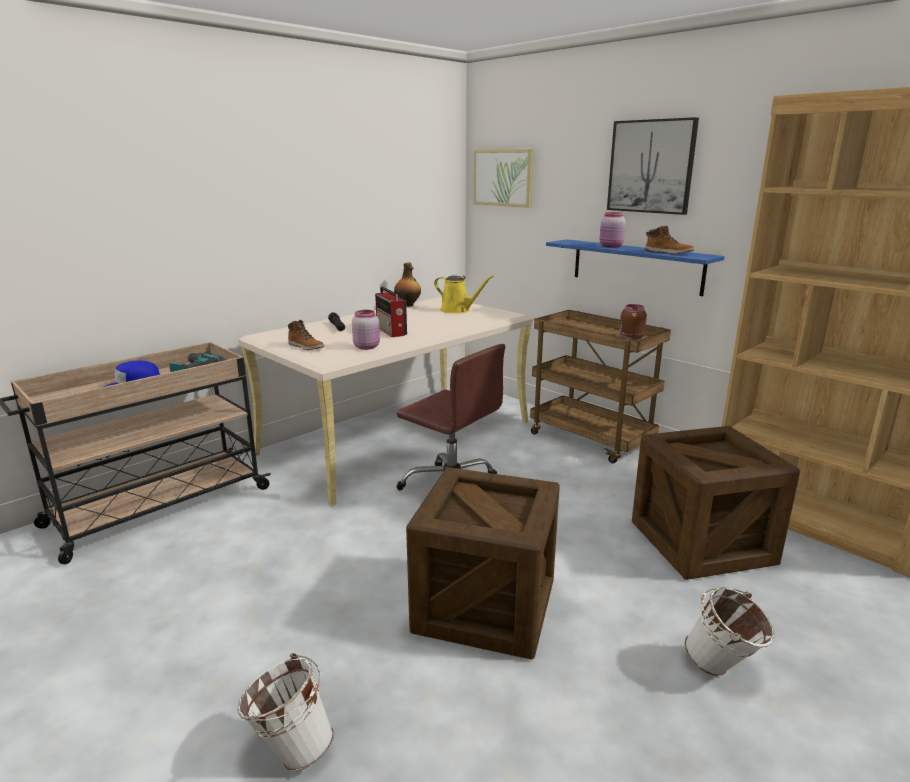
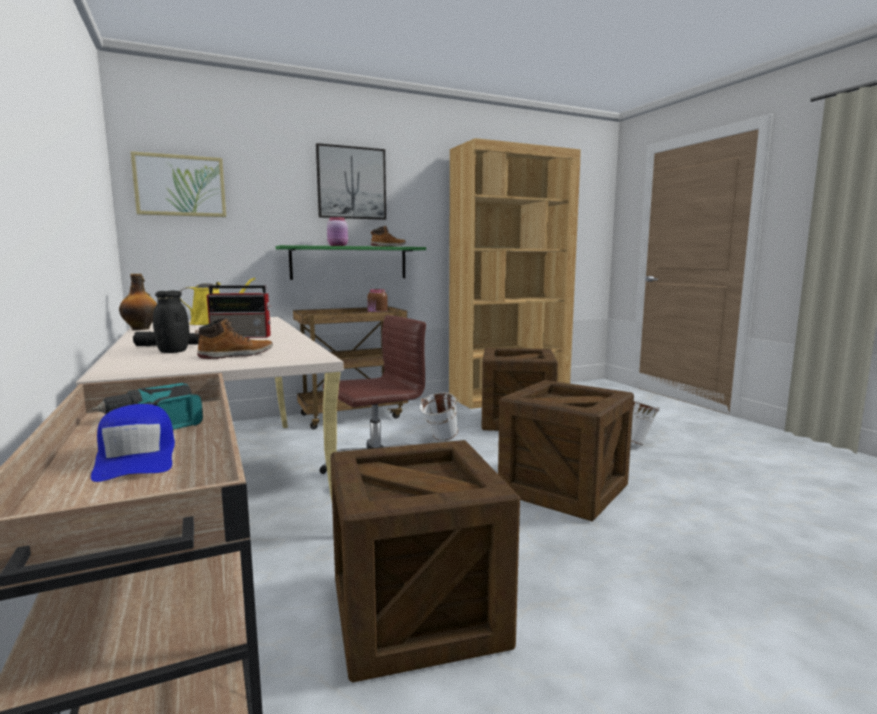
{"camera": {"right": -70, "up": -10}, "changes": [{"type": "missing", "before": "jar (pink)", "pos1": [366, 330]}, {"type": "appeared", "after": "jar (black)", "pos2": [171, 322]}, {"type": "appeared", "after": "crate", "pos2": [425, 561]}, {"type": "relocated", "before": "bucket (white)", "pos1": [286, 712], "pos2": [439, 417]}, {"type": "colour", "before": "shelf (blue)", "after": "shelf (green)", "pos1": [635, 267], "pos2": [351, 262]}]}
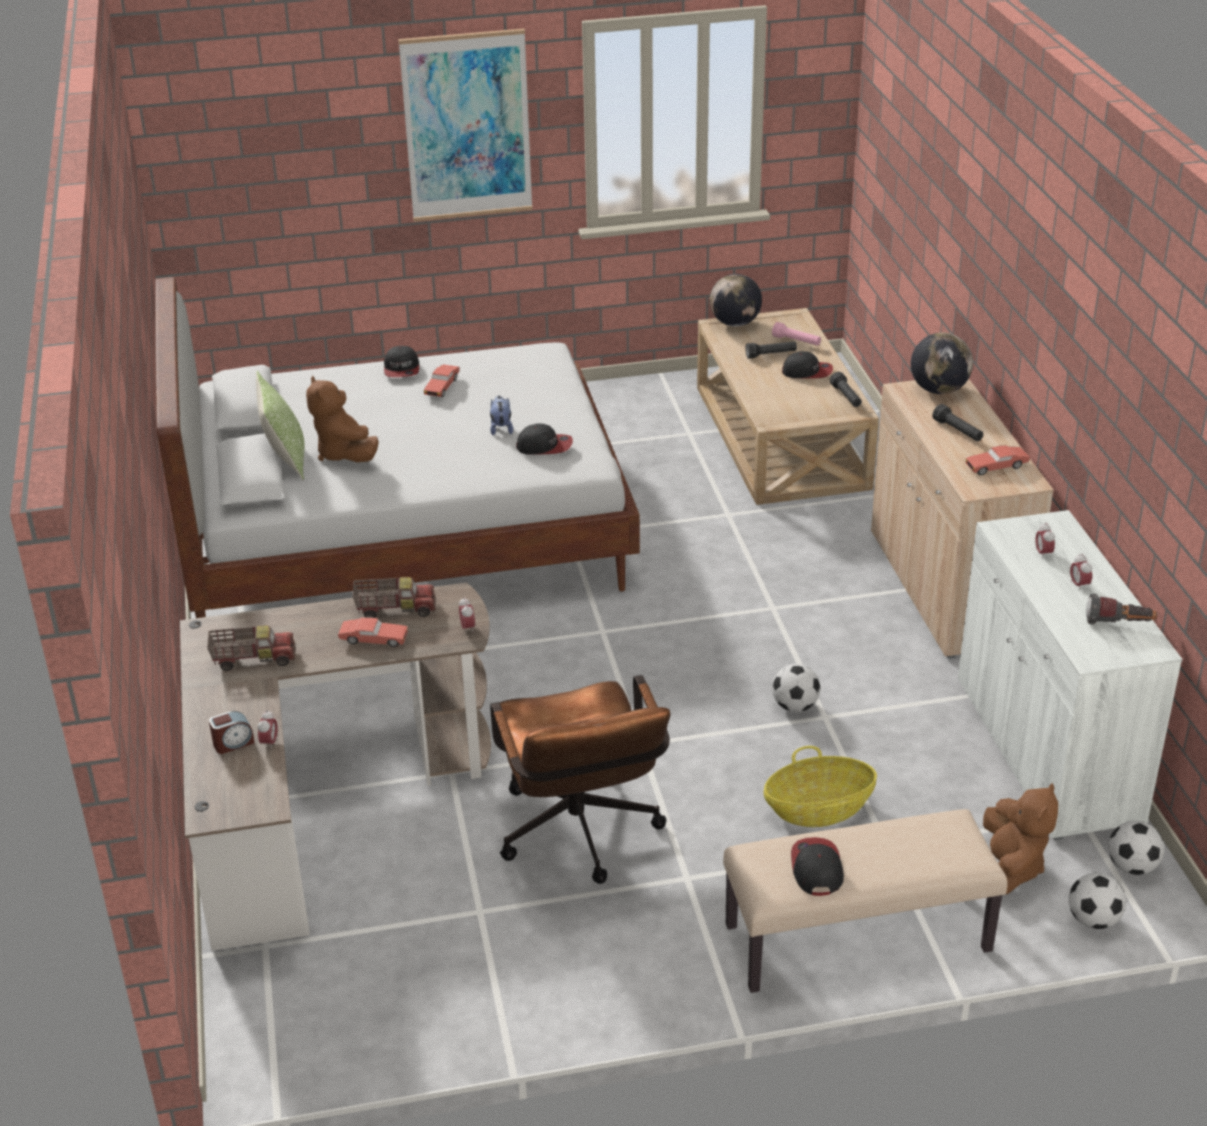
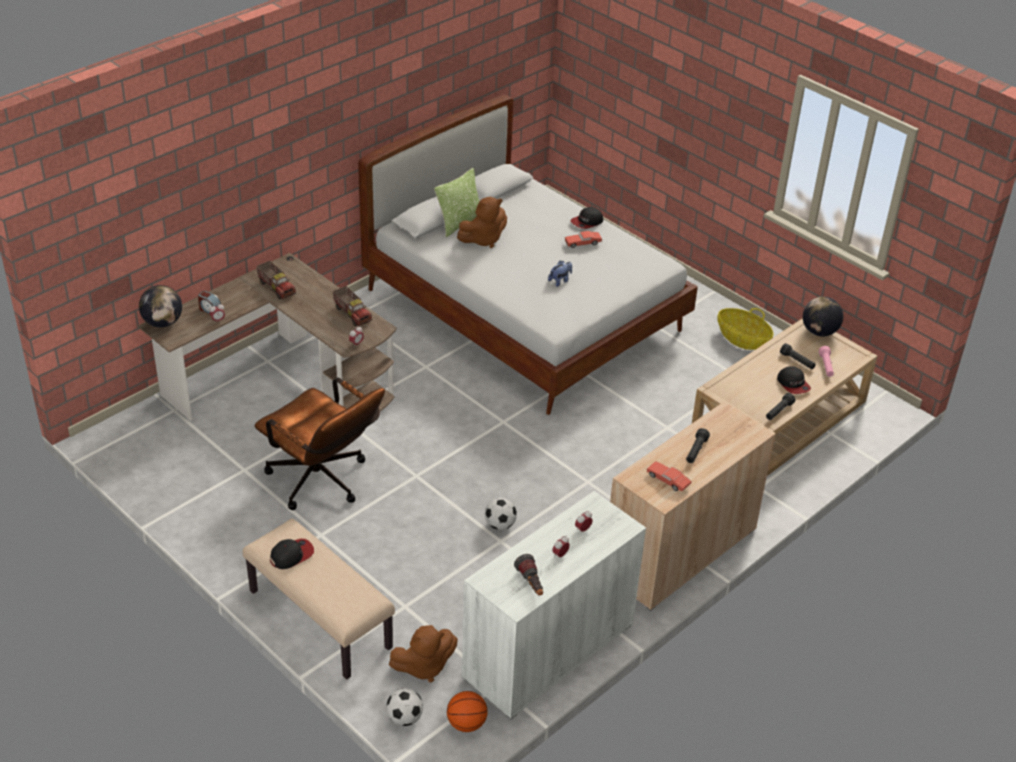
{"camera": {"right": 55, "up": 5}, "changes": [{"type": "missing", "before": "toy car (red)", "pos1": [373, 632]}, {"type": "missing", "before": "picture", "pos1": [465, 125]}, {"type": "missing", "before": "cap", "pos1": [544, 439]}, {"type": "relocated", "before": "basket", "pos1": [820, 786], "pos2": [745, 329]}, {"type": "relocated", "before": "globe", "pos1": [942, 363], "pos2": [160, 306]}, {"type": "exchanged", "before": "football", "after": "basketball", "pos1": [1136, 848], "pos2": [467, 711]}, {"type": "spun", "before": "plush toy (brown)", "pos1": [342, 419], "pos2": [482, 222], "turn": -150}, {"type": "spun", "before": "office chair (brown)", "pos1": [580, 779], "pos2": [320, 444], "turn": -90}]}
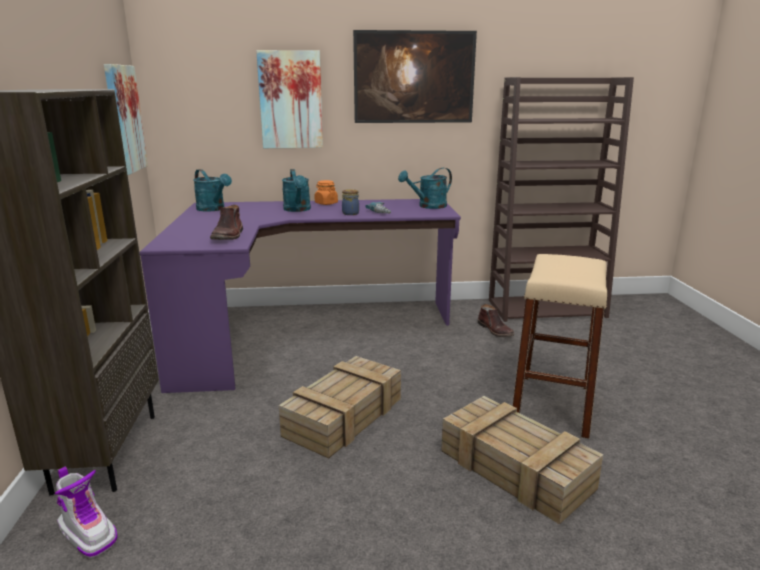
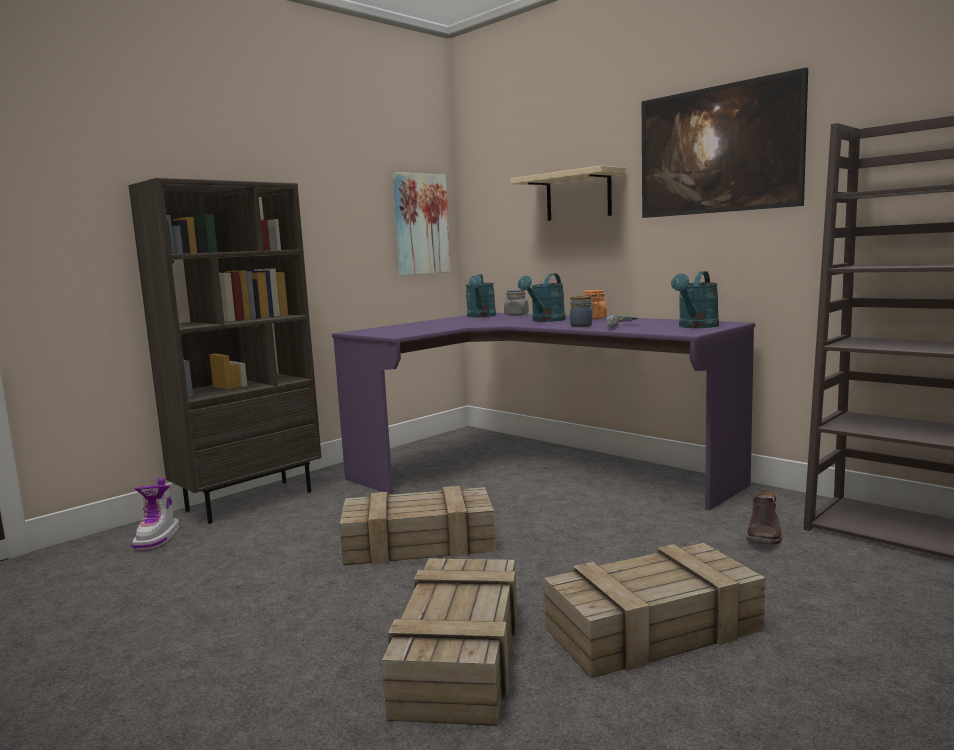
{"camera": {"right": 50, "up": -10}, "changes": [{"type": "missing", "before": "boot (brown)", "pos1": [226, 222]}, {"type": "appeared", "after": "jar (grey)", "pos2": [516, 302]}, {"type": "exchanged", "before": "picture", "after": "shelf (beige)", "pos1": [289, 99], "pos2": [568, 193]}, {"type": "exchanged", "before": "stool (beige)", "after": "crate", "pos1": [560, 346], "pos2": [654, 610]}, {"type": "spun", "before": "watering can (turquoise)", "pos1": [425, 188], "pos2": [695, 299], "turn": -75}]}
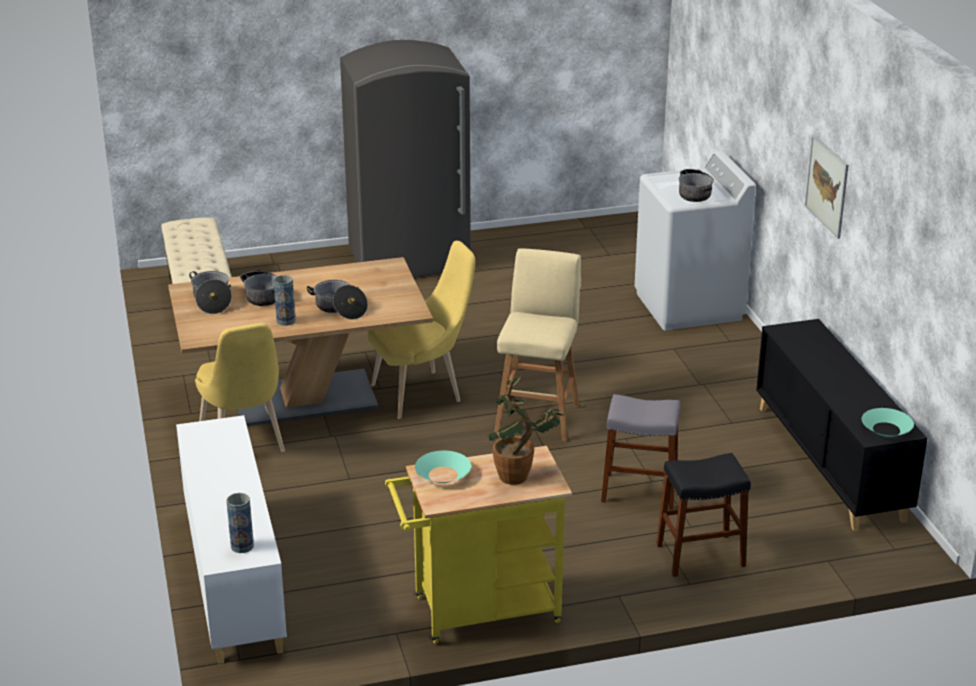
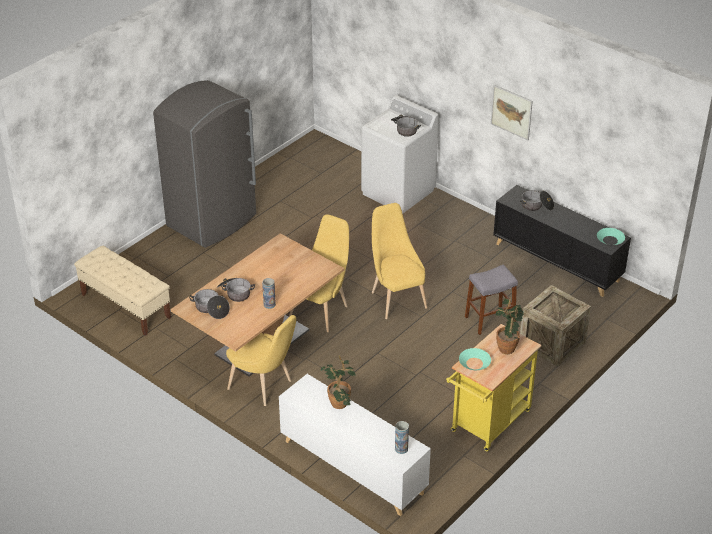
{"camera": {"right": -35, "up": 10}, "changes": [{"type": "appeared", "after": "potted plant", "pos2": [338, 382]}, {"type": "relocated", "before": "cooking pot", "pos1": [337, 300], "pos2": [537, 200]}, {"type": "exchanged", "before": "stool (beige)", "after": "chair (yellow)", "pos1": [537, 344], "pos2": [399, 261]}, {"type": "exchanged", "before": "stool (black)", "after": "crate", "pos1": [703, 515], "pos2": [555, 326]}]}
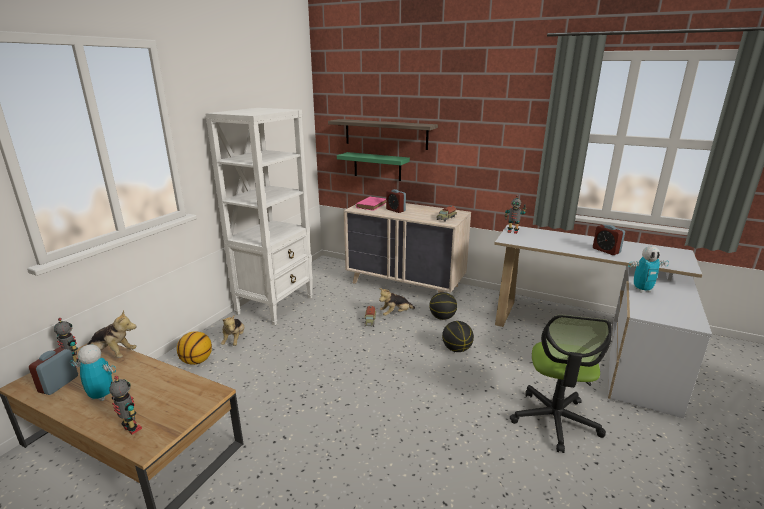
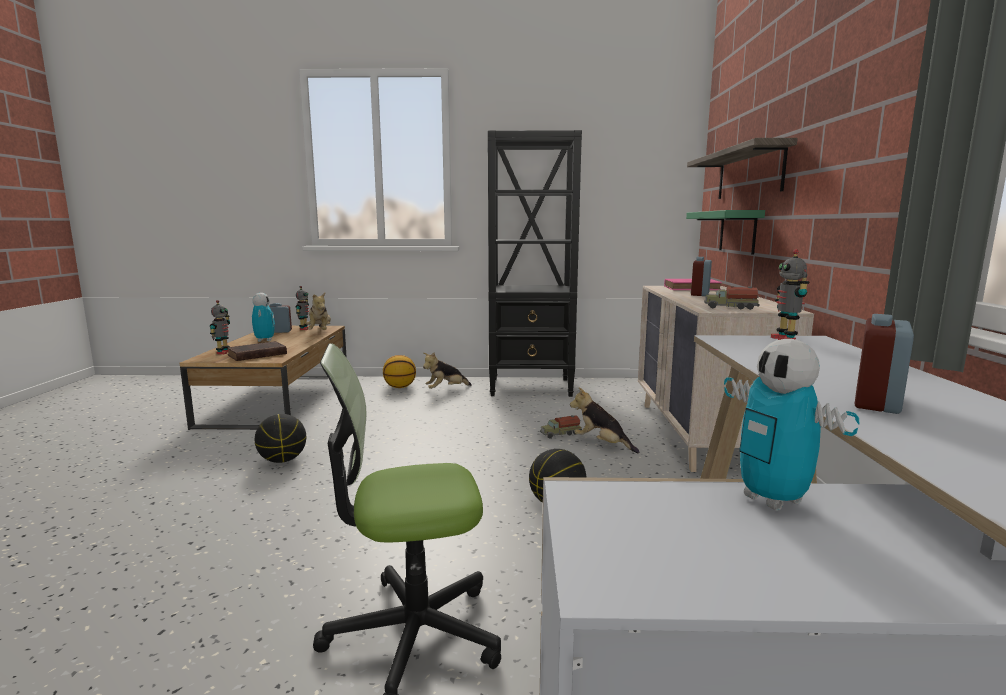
{"camera": {"right": 65, "up": -10}, "changes": [{"type": "appeared", "after": "book (brown)", "pos2": [257, 351]}, {"type": "relocated", "before": "basketball", "pos1": [443, 306], "pos2": [280, 438]}, {"type": "colour", "before": "bookcase (white)", "after": "bookcase (black)", "pos1": [259, 216], "pos2": [535, 263]}]}
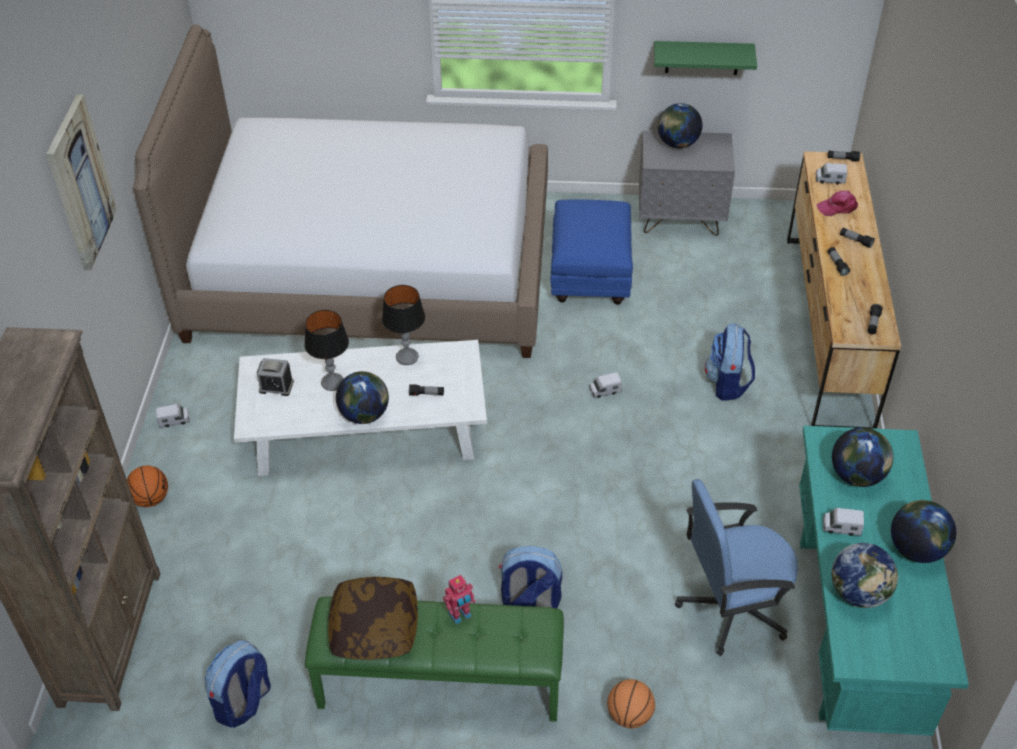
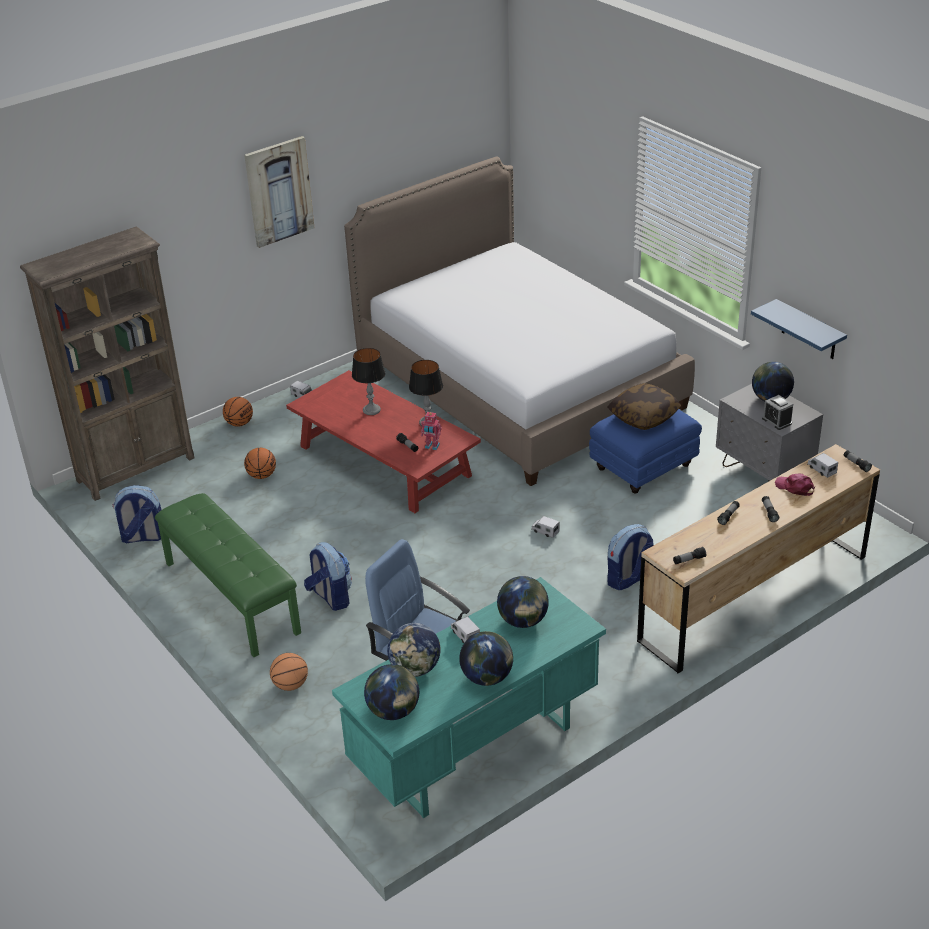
{"camera": {"right": 50, "up": -10}, "changes": [{"type": "appeared", "after": "basketball", "pos2": [260, 463]}, {"type": "relocated", "before": "alarm clock", "pos1": [275, 377], "pos2": [777, 412]}, {"type": "relocated", "before": "pillow", "pos1": [373, 618], "pos2": [644, 406]}, {"type": "relocated", "before": "globe", "pos1": [362, 397], "pos2": [391, 692]}, {"type": "relocated", "before": "toy robot", "pos1": [459, 599], "pos2": [431, 431]}, {"type": "colour", "before": "coffee table (white)", "after": "coffee table (red)", "pos1": [360, 408], "pos2": [383, 441]}, {"type": "colour", "before": "shelf (green)", "after": "shelf (blue)", "pos1": [705, 58], "pos2": [799, 329]}]}
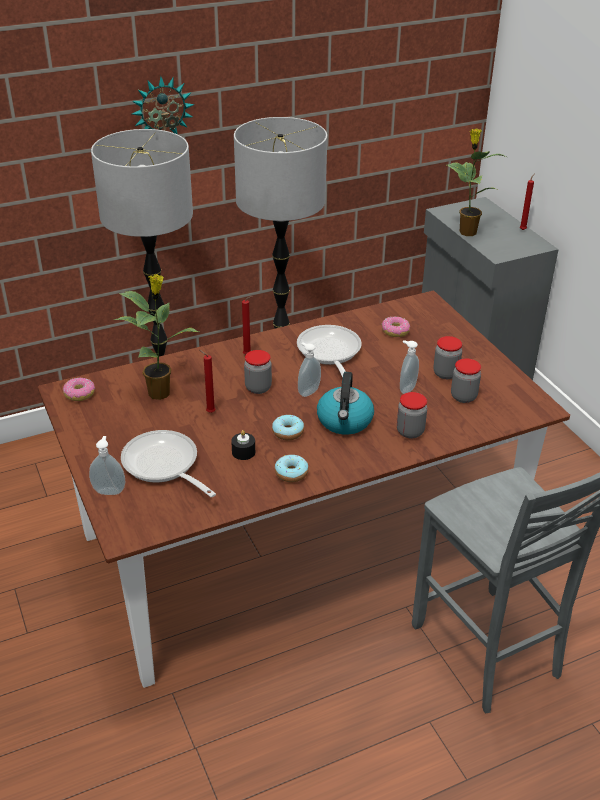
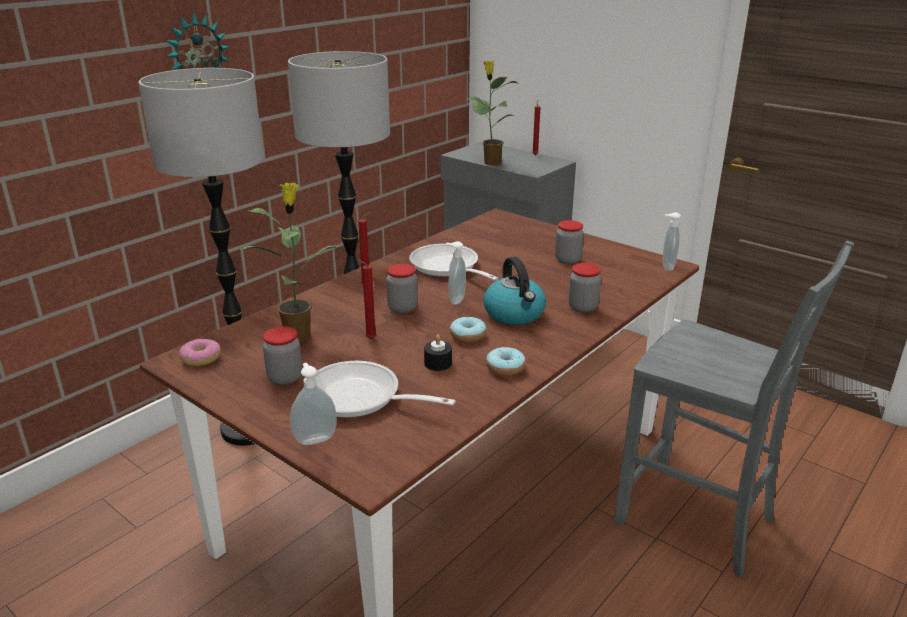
{"camera": {"right": -25, "up": -10}, "changes": [{"type": "missing", "before": "donut", "pos1": [395, 327]}, {"type": "relocated", "before": "soap dispenser", "pos1": [409, 367], "pos2": [672, 241]}, {"type": "relocated", "before": "jar", "pos1": [466, 381], "pos2": [282, 355]}]}
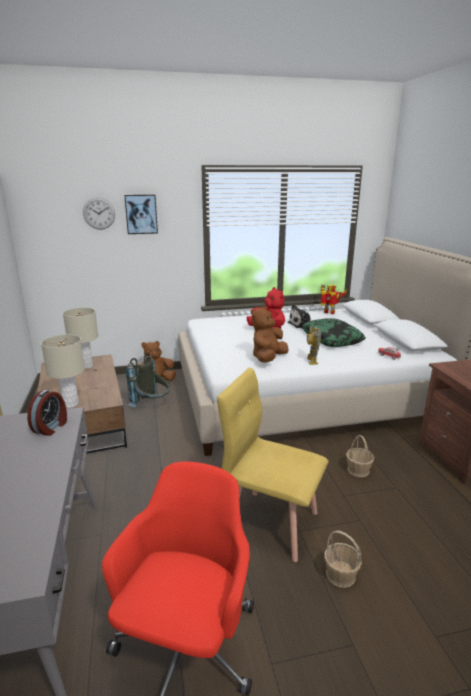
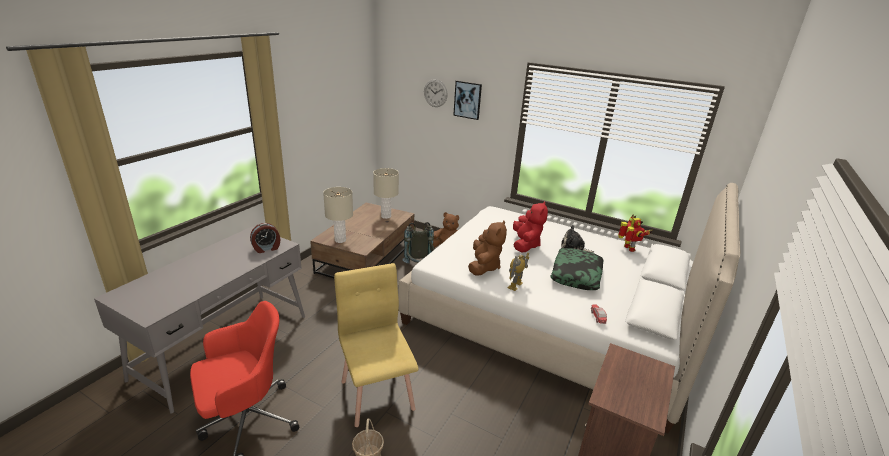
{"camera": {"right": 40, "up": 5}, "changes": [{"type": "missing", "before": "basket", "pos1": [360, 456]}, {"type": "spun", "before": "plush toy (brown)", "pos1": [270, 334], "pos2": [487, 248], "turn": 120}]}
